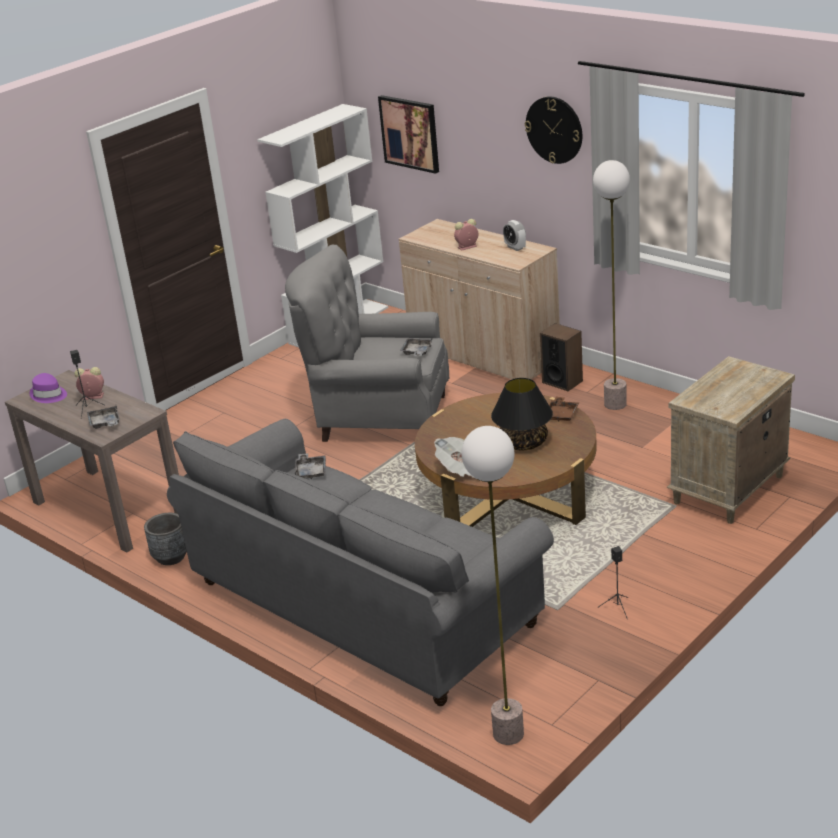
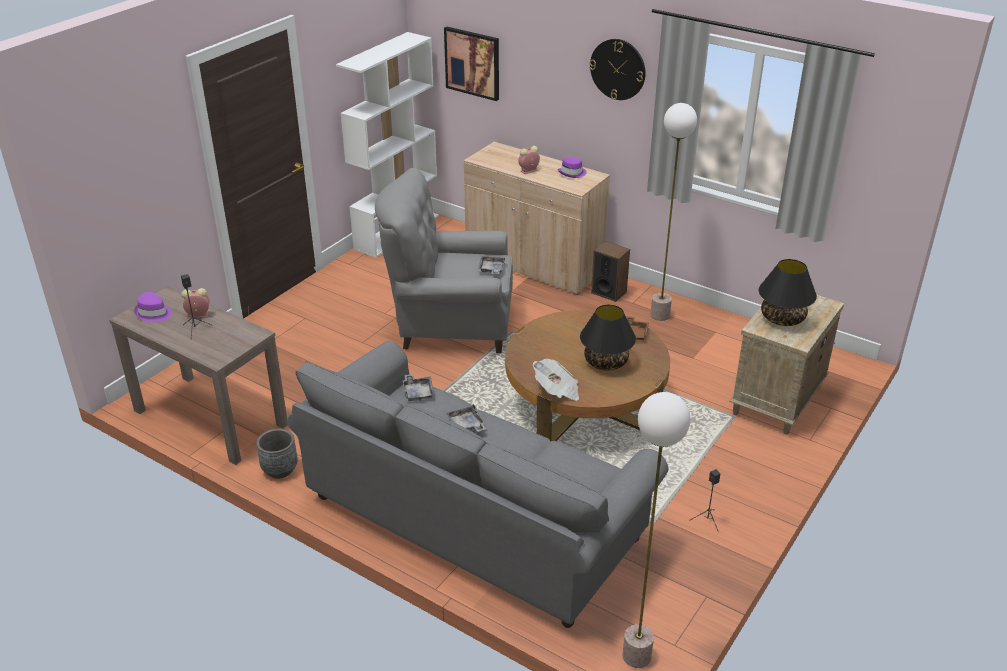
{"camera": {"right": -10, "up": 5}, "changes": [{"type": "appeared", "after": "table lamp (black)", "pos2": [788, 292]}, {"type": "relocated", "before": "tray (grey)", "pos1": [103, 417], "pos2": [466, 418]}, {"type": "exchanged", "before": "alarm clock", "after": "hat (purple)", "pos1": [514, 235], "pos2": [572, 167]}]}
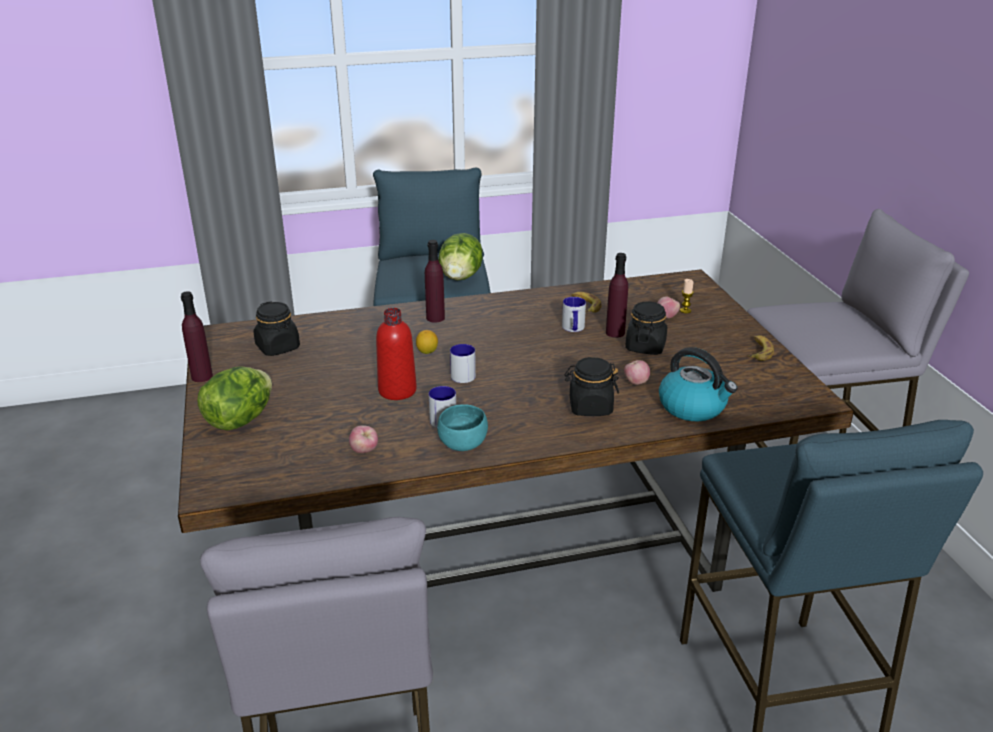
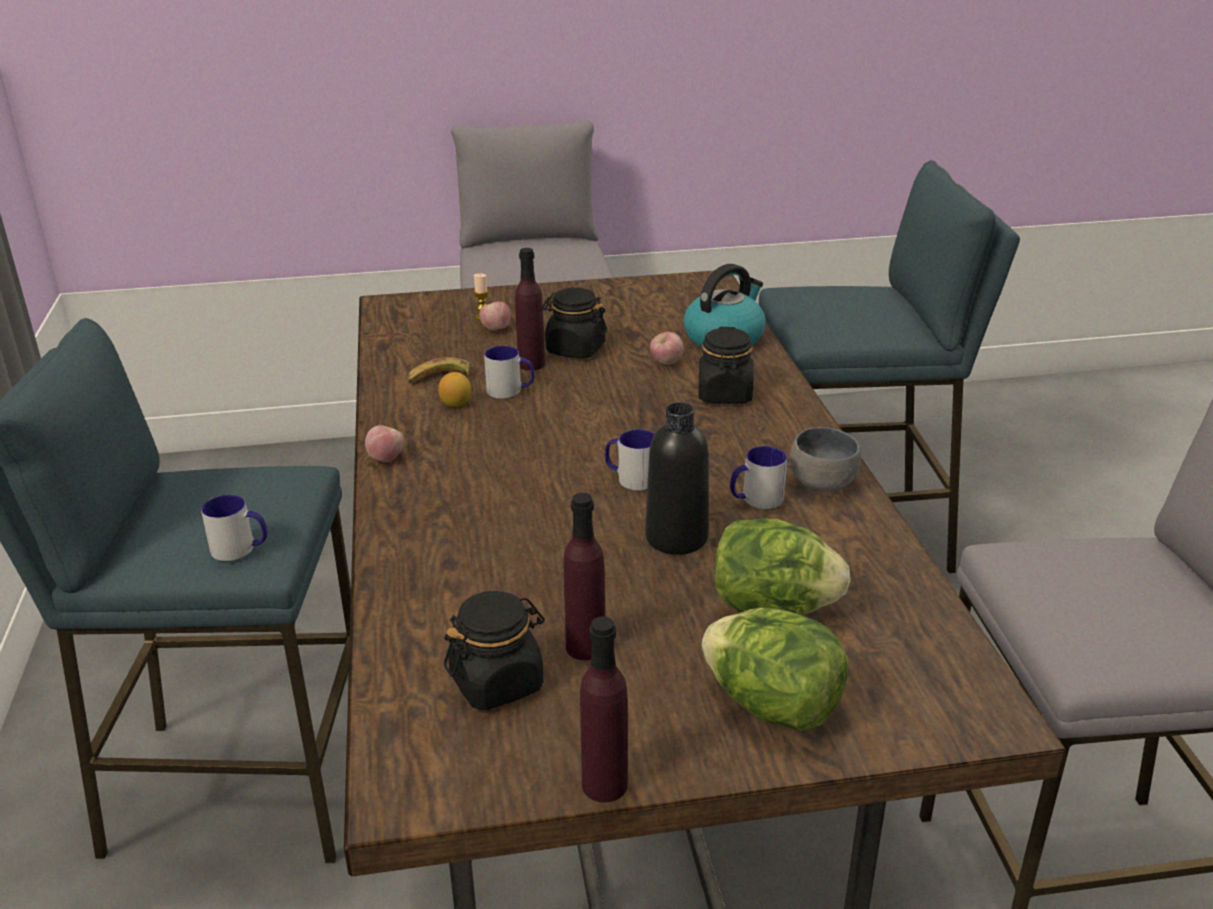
{"camera": {"right": -85, "up": 0}, "changes": [{"type": "missing", "before": "banana", "pos1": [761, 348]}, {"type": "appeared", "after": "mug", "pos2": [234, 528]}, {"type": "relocated", "before": "apple", "pos1": [363, 439], "pos2": [384, 443]}, {"type": "relocated", "before": "lemon", "pos1": [427, 342], "pos2": [454, 389]}, {"type": "relocated", "before": "bottle (purple)", "pos1": [435, 281], "pos2": [584, 576]}, {"type": "relocated", "before": "lettuce", "pos1": [460, 256], "pos2": [782, 566]}, {"type": "colour", "before": "bottle (red)", "after": "bottle (black)", "pos1": [396, 354], "pos2": [677, 479]}, {"type": "colour", "before": "bowl (turquoise)", "after": "bowl (grey)", "pos1": [462, 427], "pos2": [825, 459]}]}
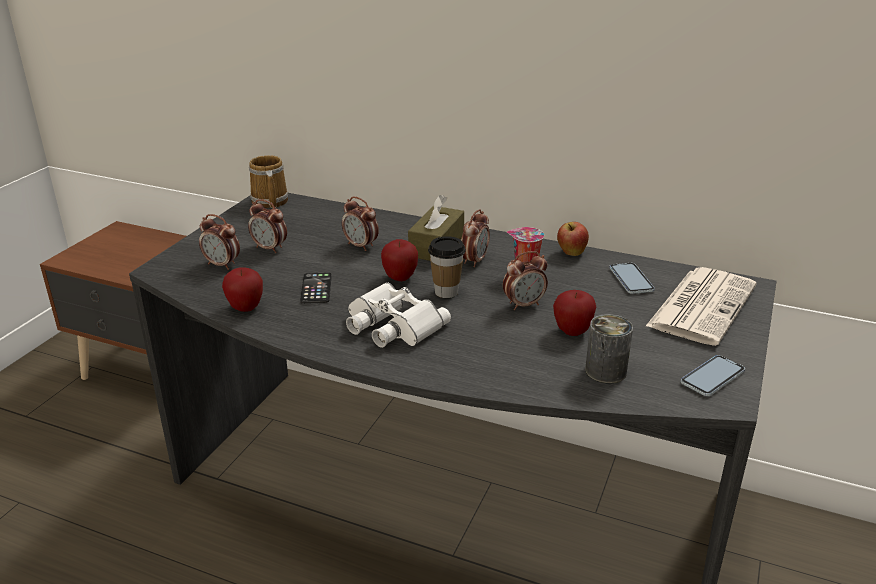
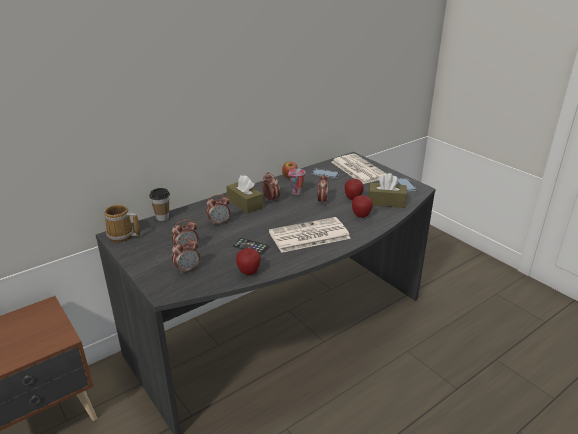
{"camera": {"right": -60, "up": 0}, "changes": [{"type": "relocated", "before": "apple", "pos1": [399, 260], "pos2": [362, 206]}, {"type": "relocated", "before": "cup", "pos1": [447, 267], "pos2": [159, 204]}, {"type": "exchanged", "before": "binoculars (white)", "after": "newspaper", "pos1": [398, 315], "pos2": [310, 235]}, {"type": "exchanged", "before": "can", "after": "tissue box (brown)", "pos1": [609, 348], "pos2": [387, 190]}]}
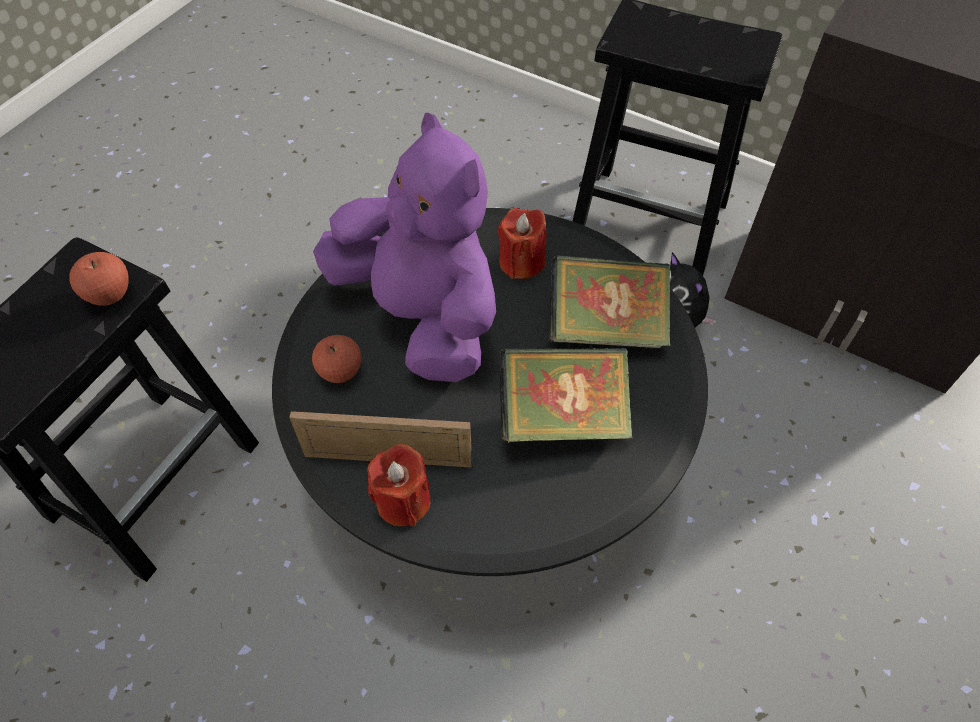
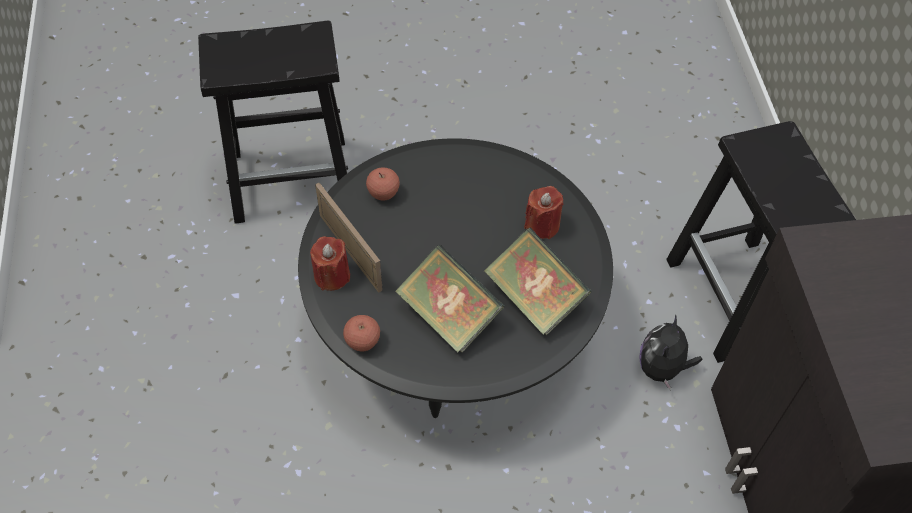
{"camera": {"right": 50, "up": 0}, "changes": [{"type": "missing", "before": "plush toy (purple)", "pos1": [404, 247]}, {"type": "relocated", "before": "apple", "pos1": [99, 279], "pos2": [361, 333]}]}
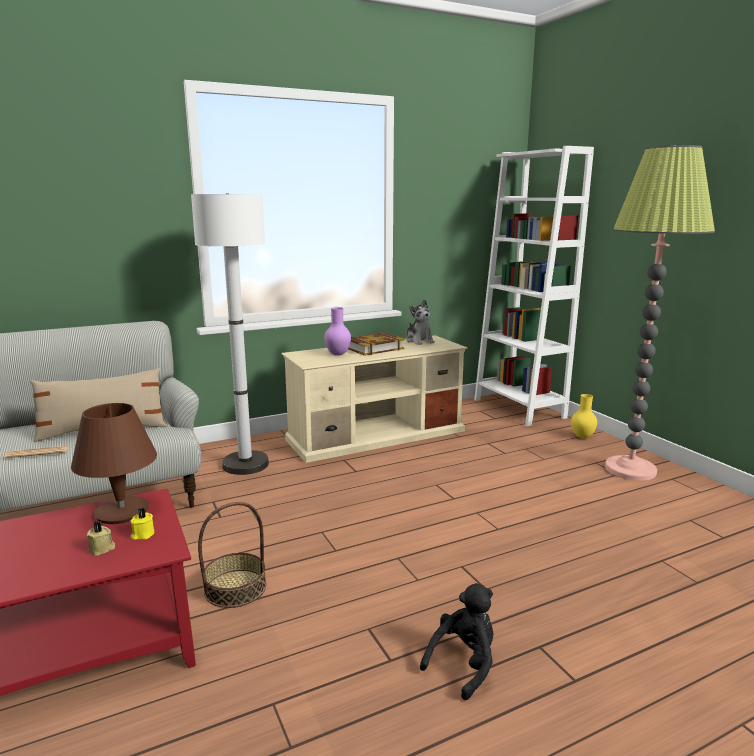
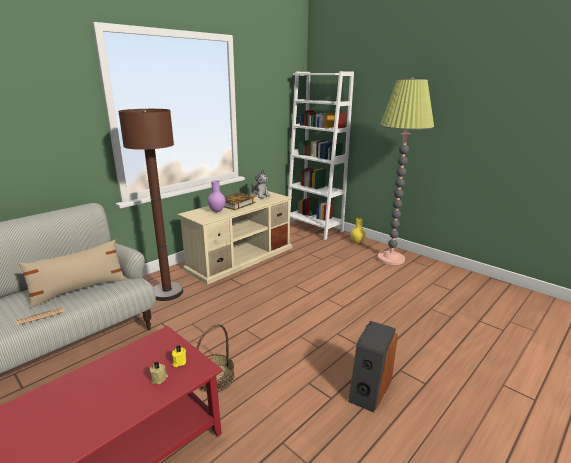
{"camera": {"right": -20, "up": 5}, "changes": [{"type": "missing", "before": "table lamp (brown)", "pos1": [114, 463]}, {"type": "exchanged", "before": "plush toy (black)", "after": "speaker", "pos1": [456, 641], "pos2": [373, 367]}, {"type": "colour", "before": "floor lamp (white)", "after": "floor lamp (brown)", "pos1": [230, 334], "pos2": [150, 205]}]}
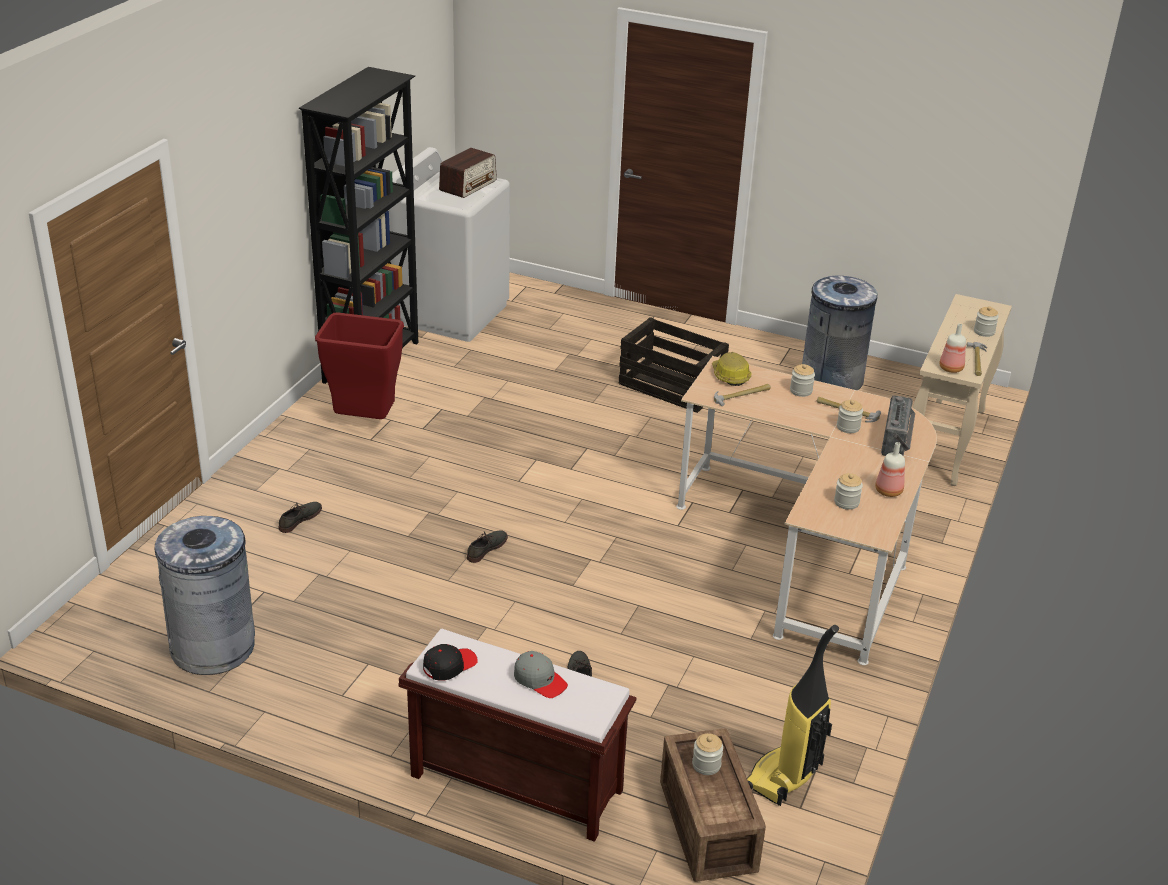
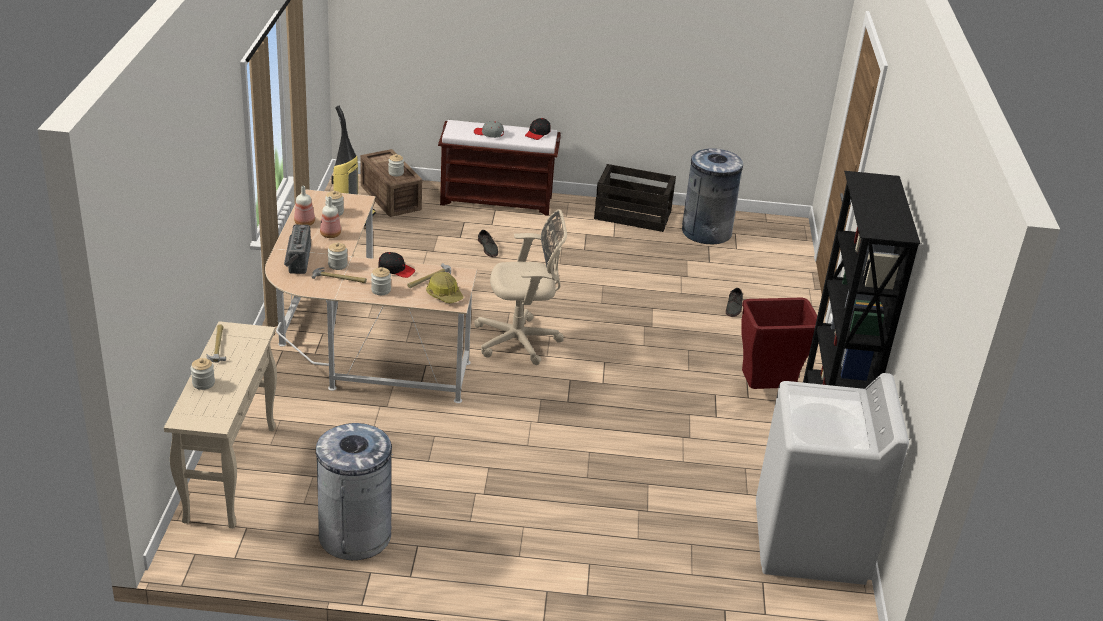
{"camera": {"right": 160, "up": 0}, "changes": [{"type": "missing", "before": "radio", "pos1": [468, 173]}, {"type": "missing", "before": "shoe (grey)", "pos1": [487, 546]}, {"type": "appeared", "after": "cap (black)", "pos2": [396, 265]}, {"type": "appeared", "after": "office chair (beige)", "pos2": [520, 287]}, {"type": "relocated", "before": "crate", "pos1": [674, 365], "pos2": [635, 198]}, {"type": "relocated", "before": "bottle", "pos1": [952, 348], "pos2": [330, 217]}]}
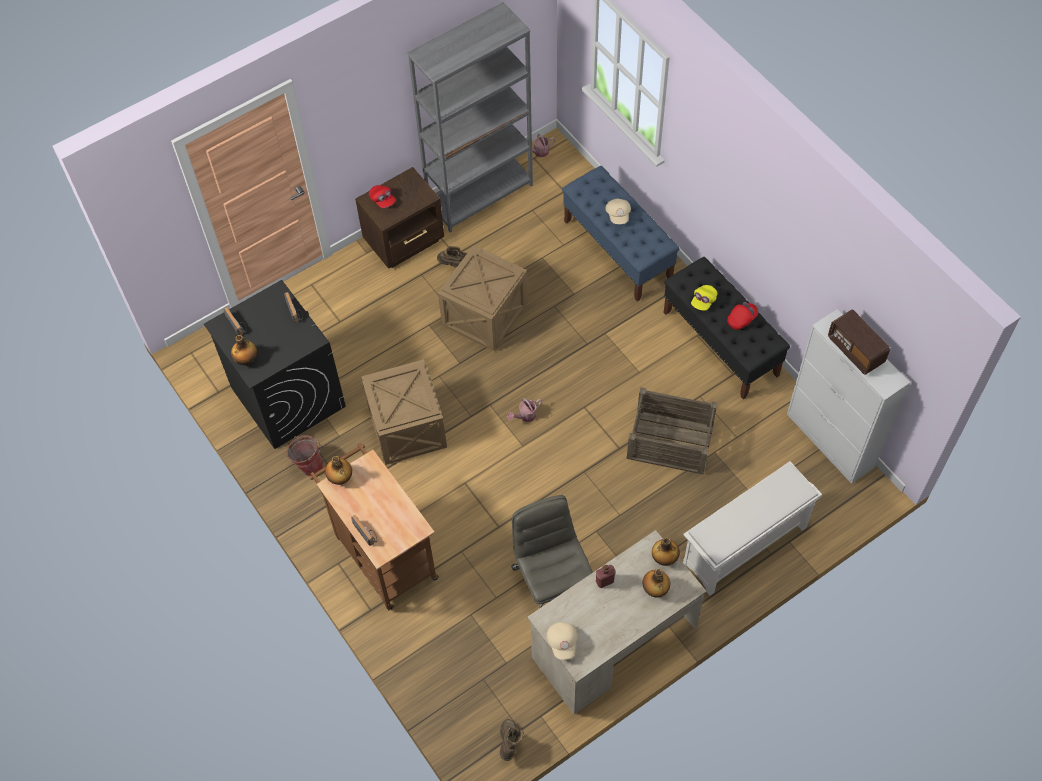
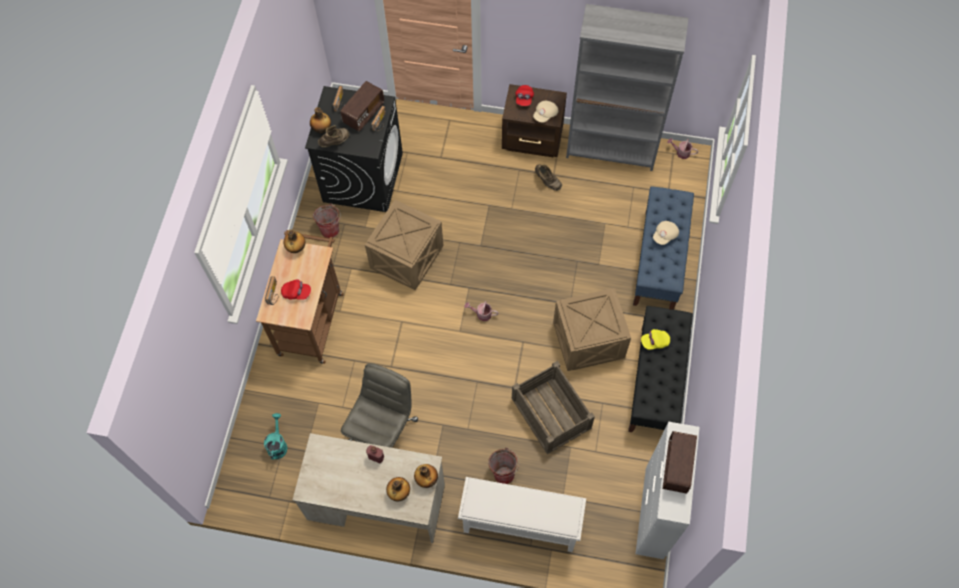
{"camera": {"right": 45, "up": 5}, "changes": [{"type": "appeared", "after": "watering can (turquoise)", "pos2": [276, 436]}, {"type": "appeared", "after": "radio", "pos2": [362, 106]}, {"type": "appeared", "after": "bucket", "pos2": [503, 466]}, {"type": "relocated", "before": "crate", "pos1": [483, 298], "pos2": [592, 329]}, {"type": "relocated", "before": "boot (brown)", "pos1": [512, 740], "pos2": [333, 136]}, {"type": "relocated", "before": "cap (beige)", "pos1": [562, 641], "pos2": [545, 112]}, {"type": "relocated", "before": "cap (red)", "pos1": [742, 316], "pos2": [296, 290]}]}
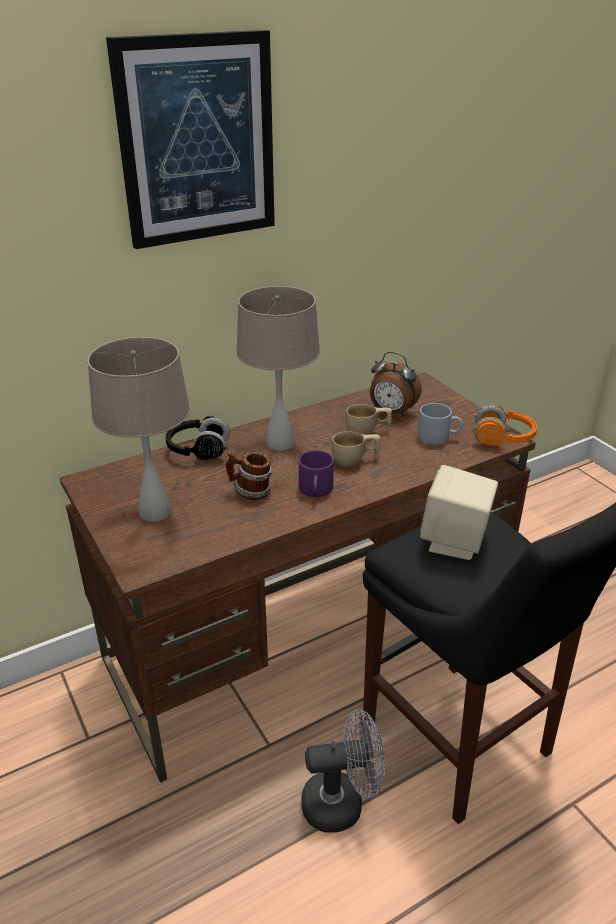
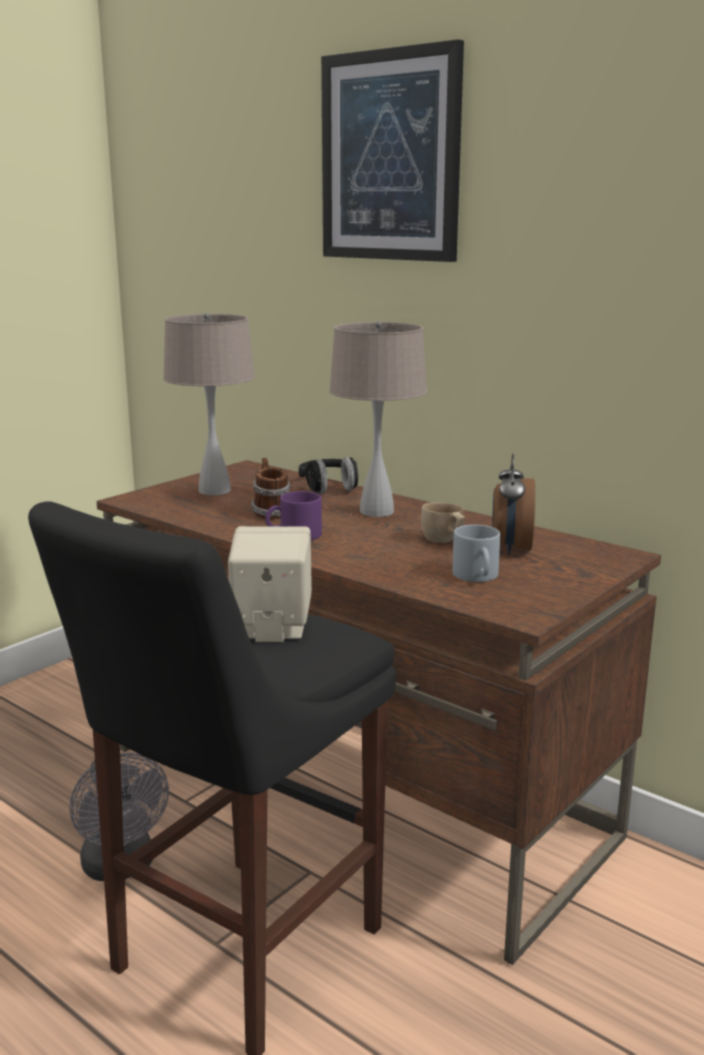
{"camera": {"right": 70, "up": -15}, "changes": [{"type": "missing", "before": "cup (beige)", "pos1": [356, 449]}, {"type": "missing", "before": "headphones (orange)", "pos1": [505, 425]}]}
